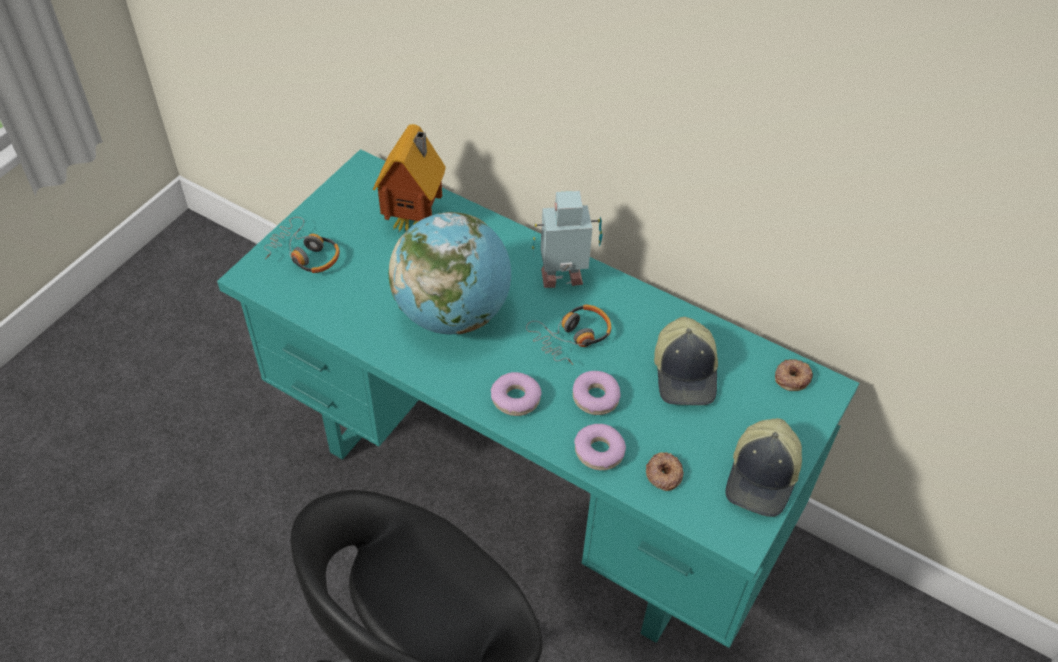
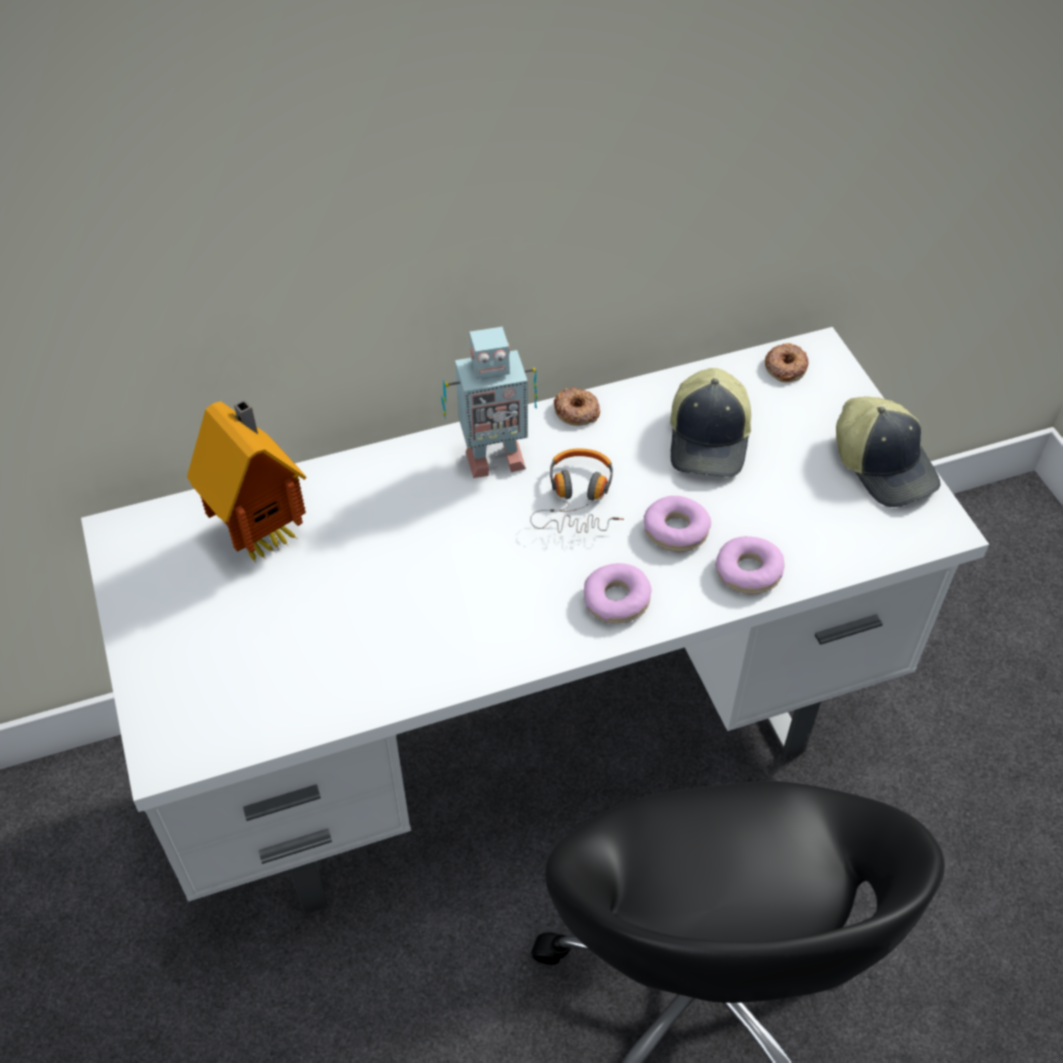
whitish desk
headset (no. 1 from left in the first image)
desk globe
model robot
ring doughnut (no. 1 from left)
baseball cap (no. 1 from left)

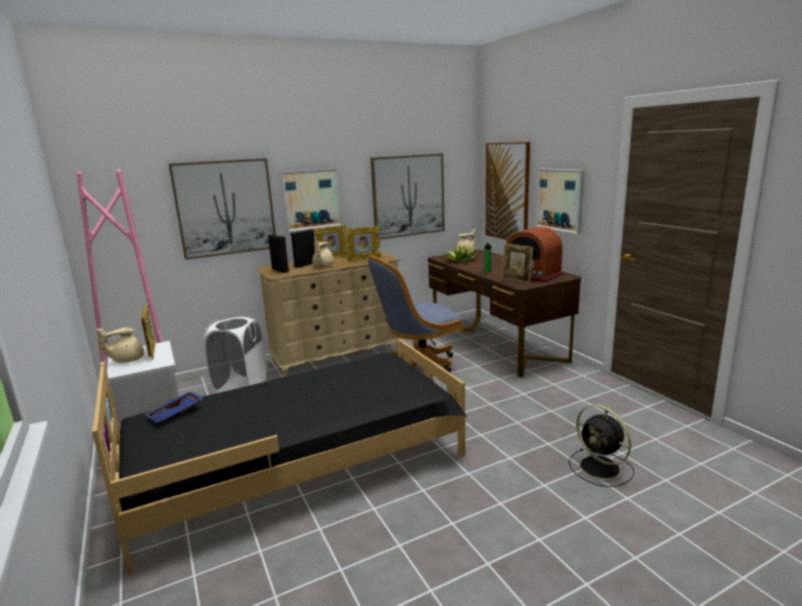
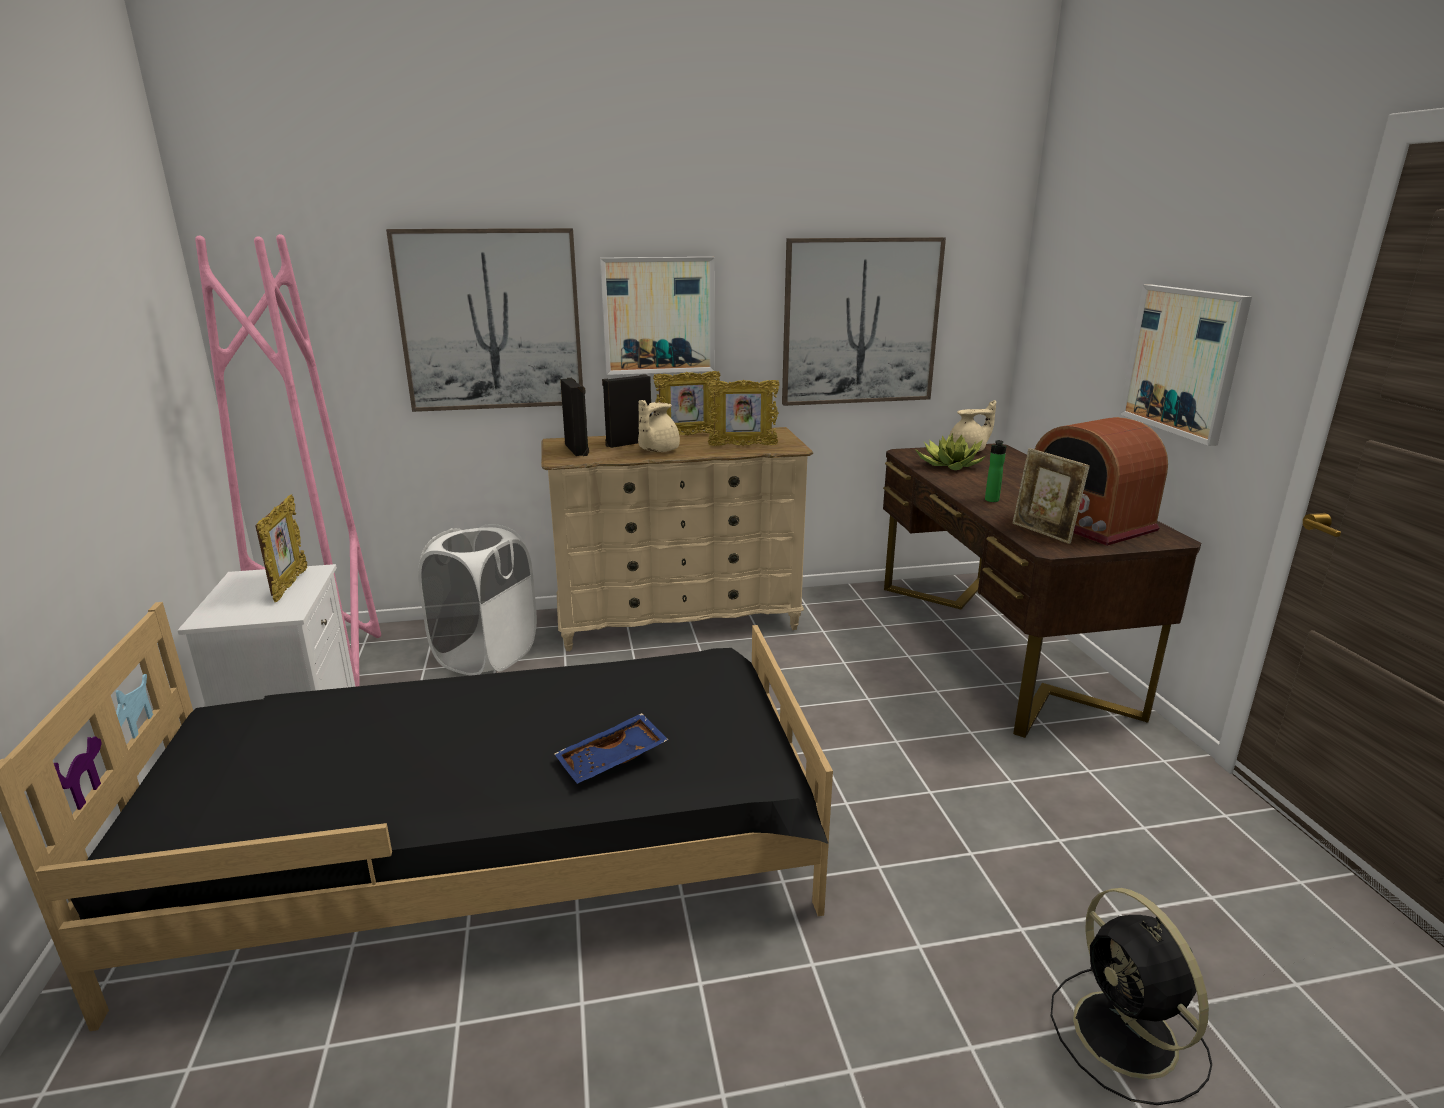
beige-coloured pot for tea (no. 1 from left in the first image)
blue-coloured serving tray
blue-coloured computer chair
picture (no. 4 from left in the first image)

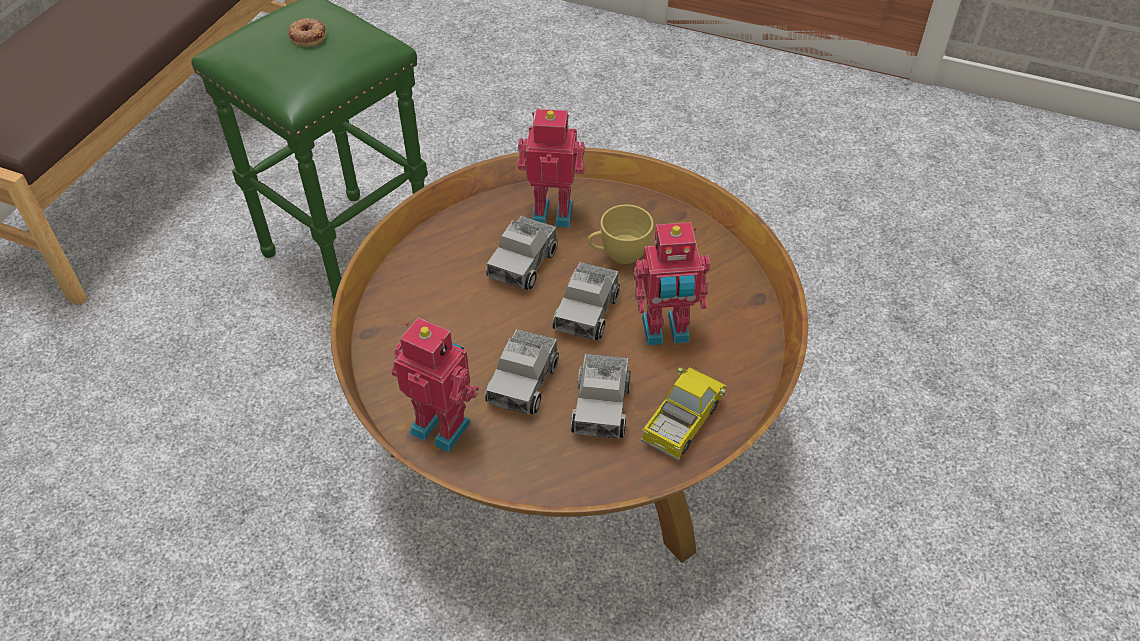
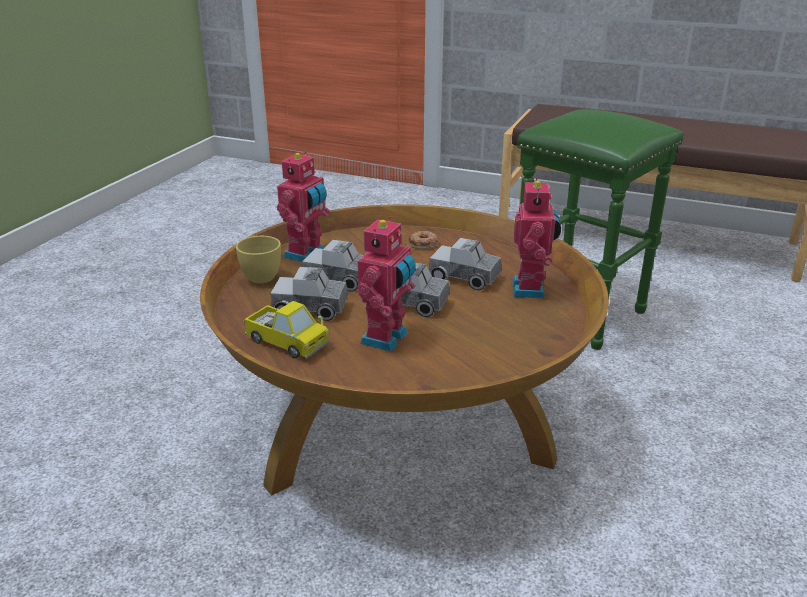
ring doughnut
yellow-coloured small cup
model robot (no. 2 from left)

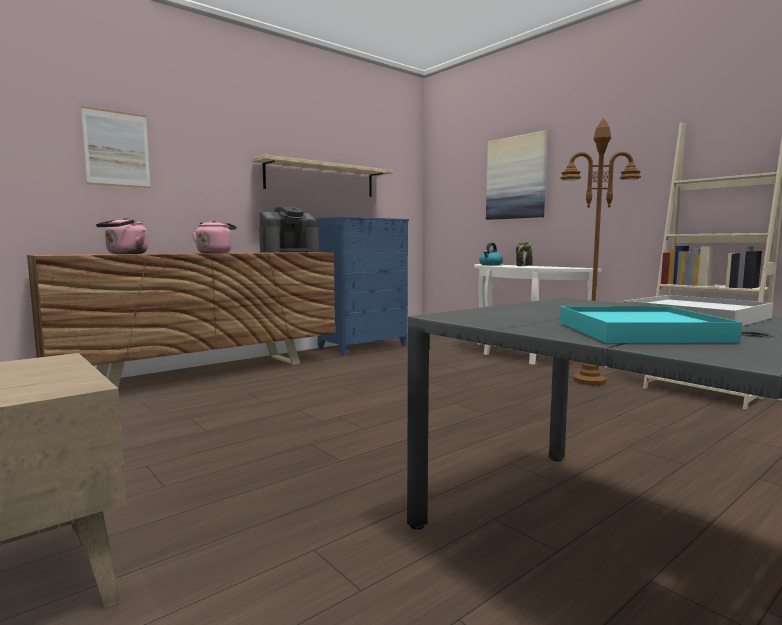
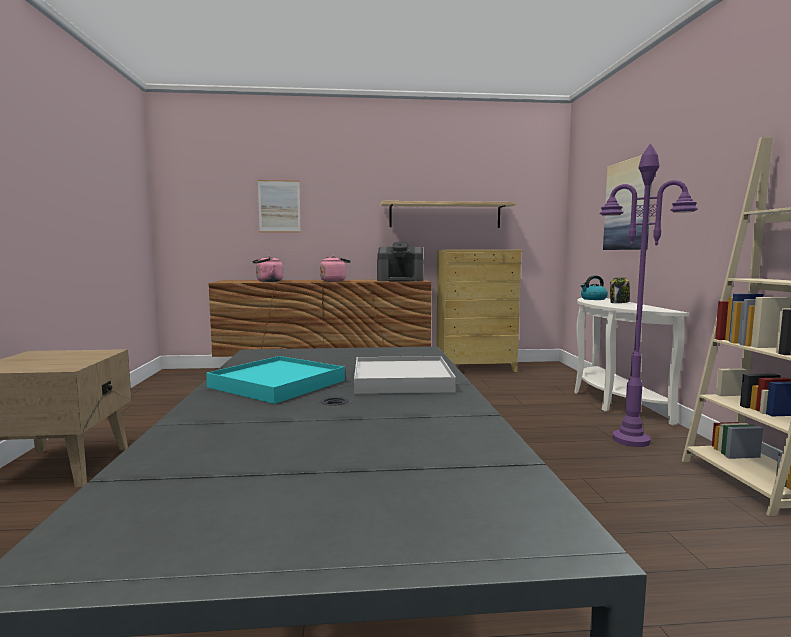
beige-coloured drawer chest
purple standard lamp

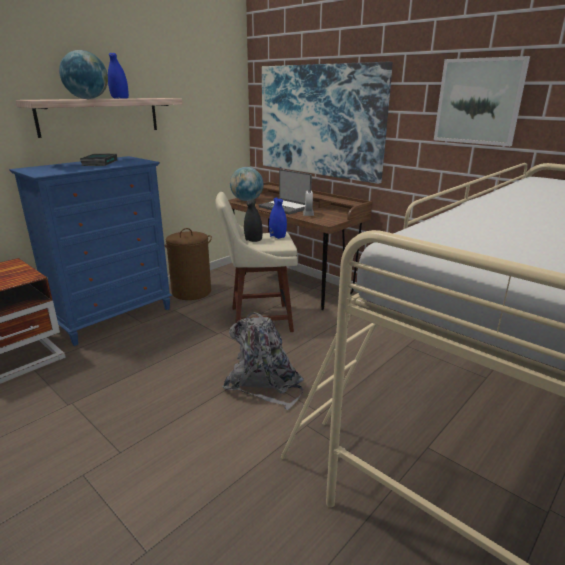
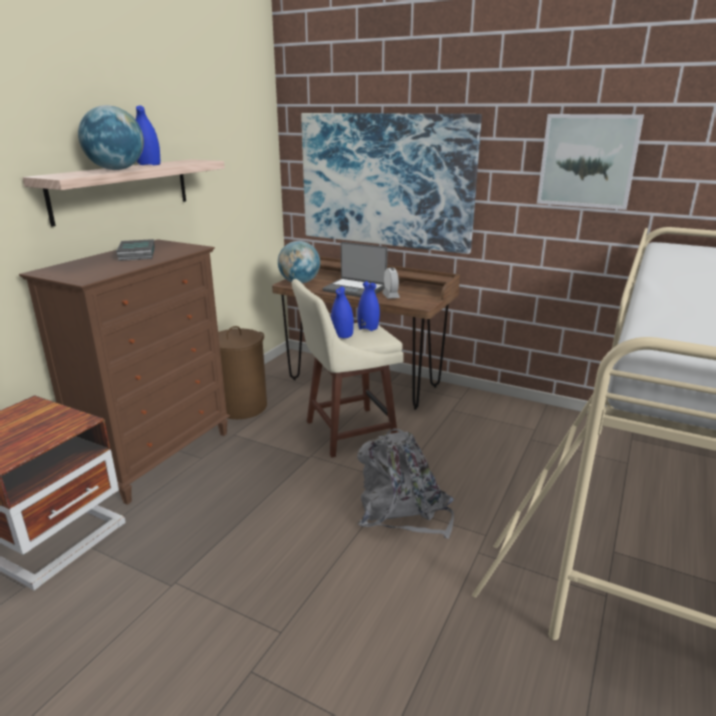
brown drawer chest
blue-coloured flower vase (no. 2 from left)

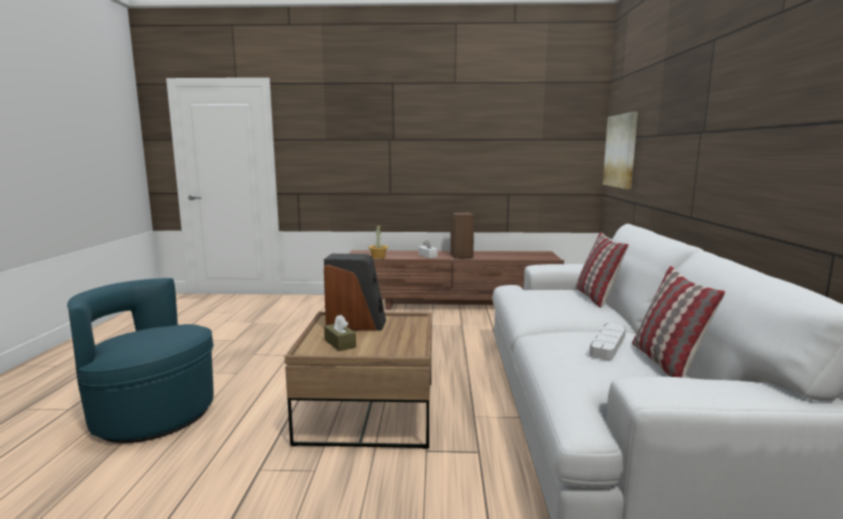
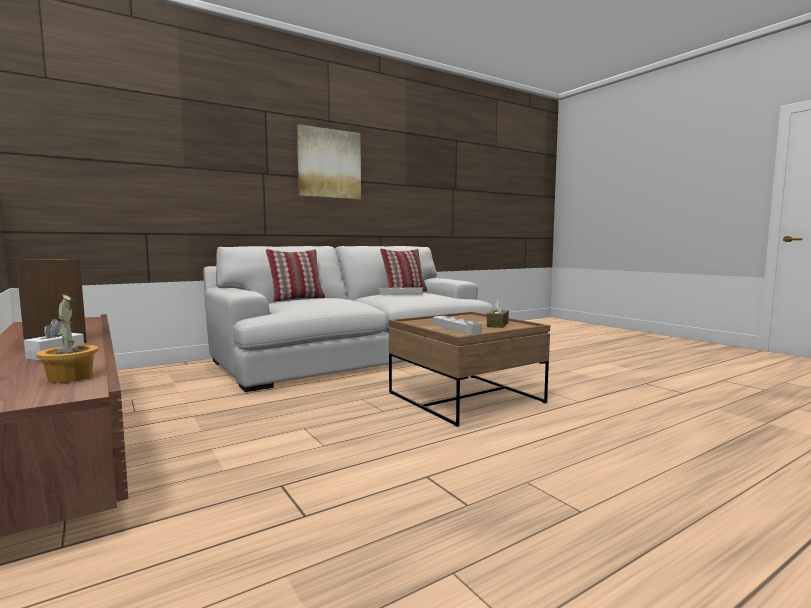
blue-green lounge chair
gray serving tray (no. 2 from left)
picture

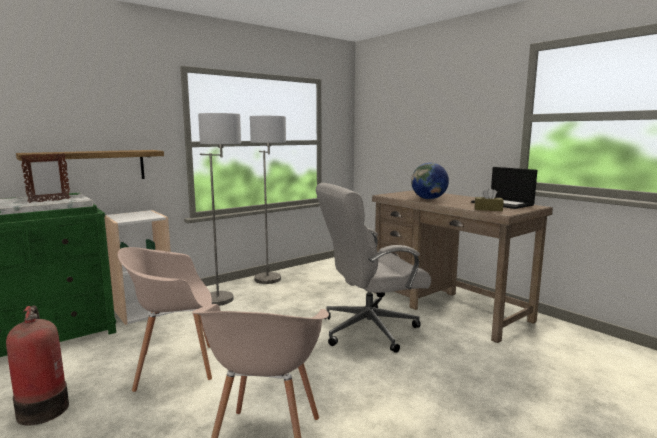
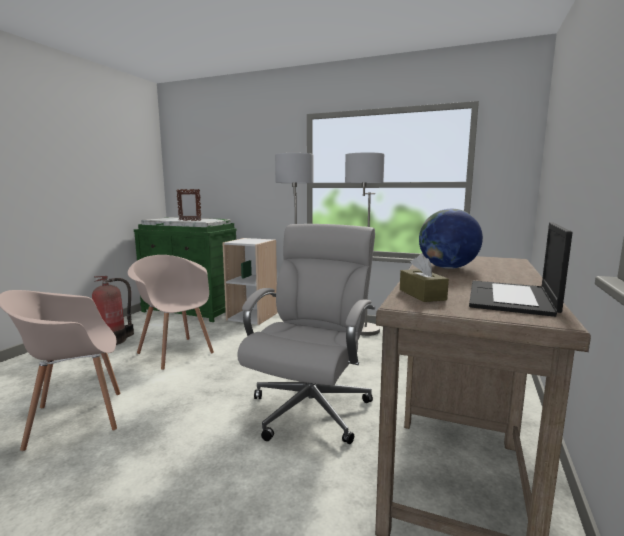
wall shelf
gray computer chair

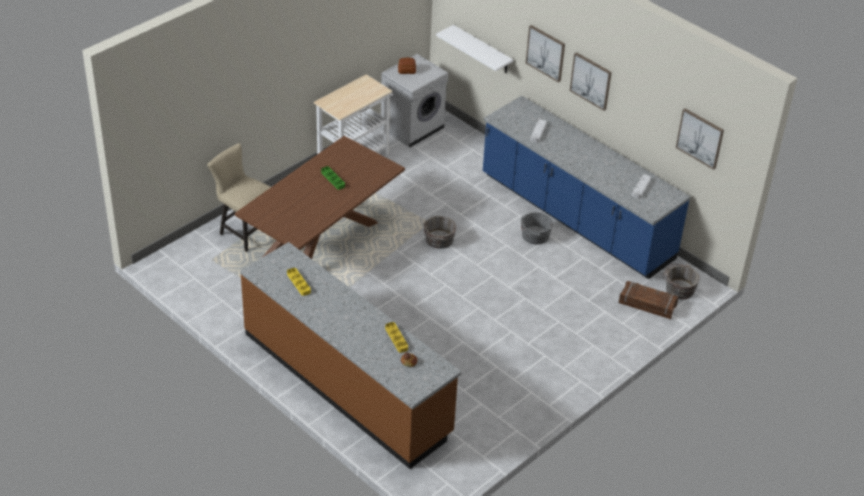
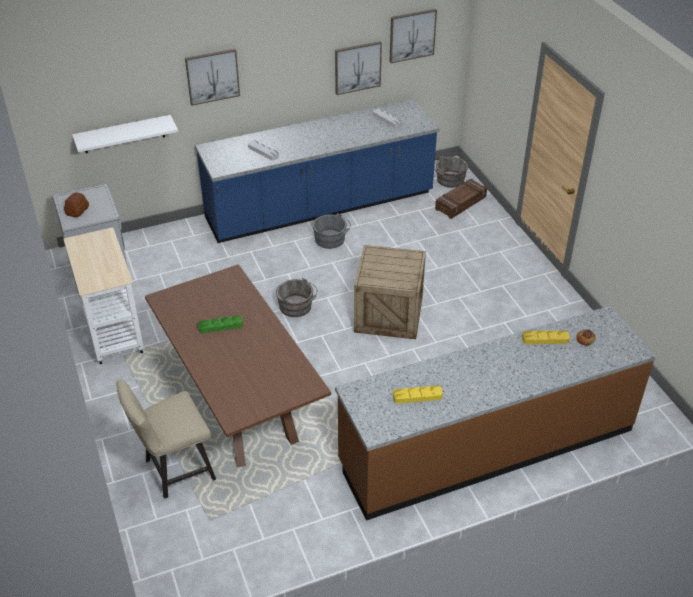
picture (no. 2 from left)
crate (no. 1 from left)

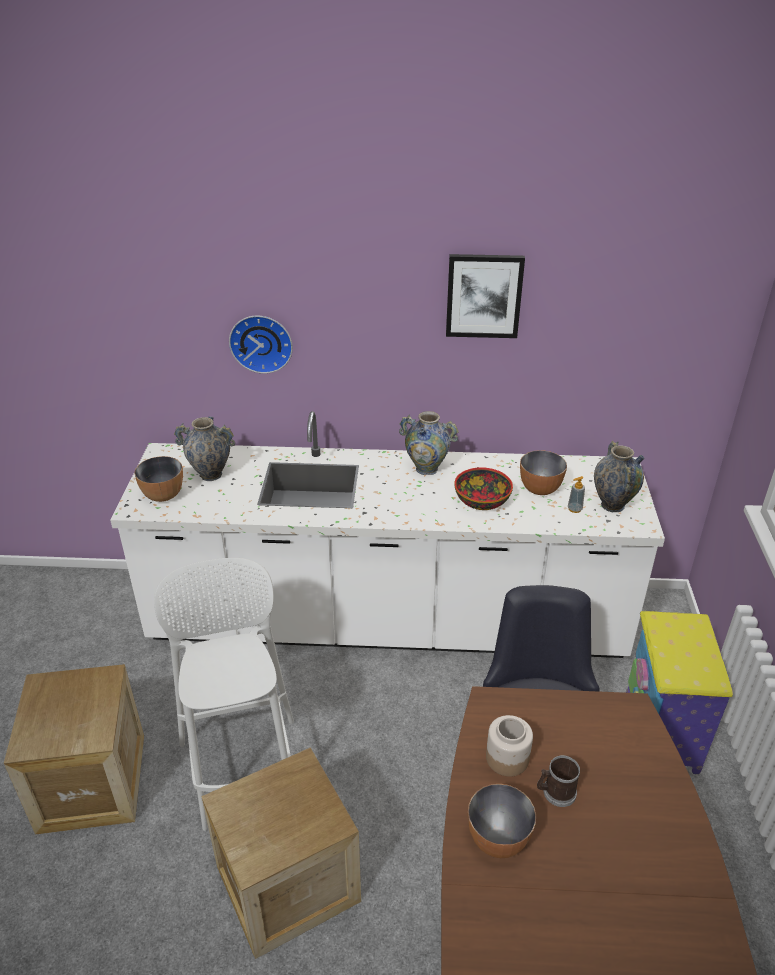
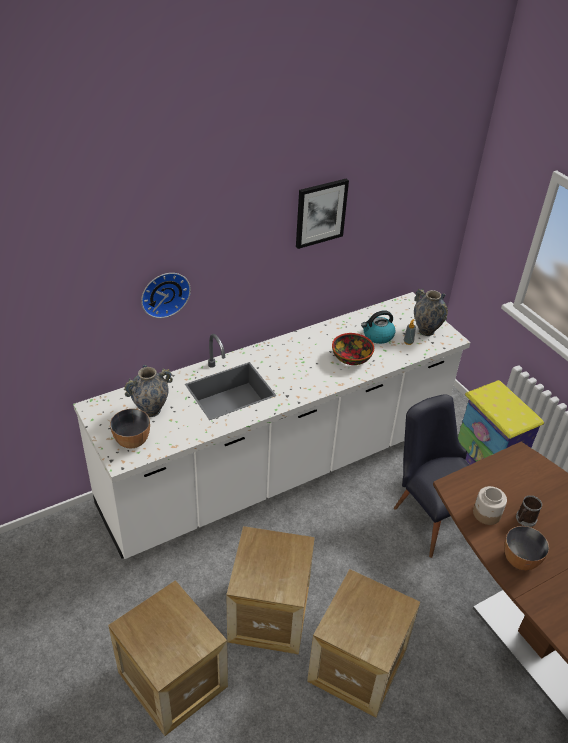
crate (no. 2 from left)
flower vase (no. 2 from left in the first image)
tea kettle

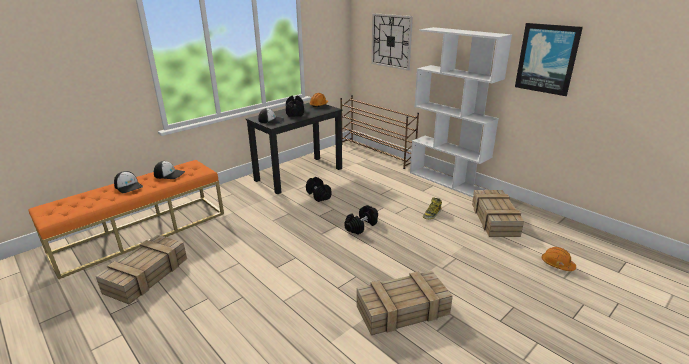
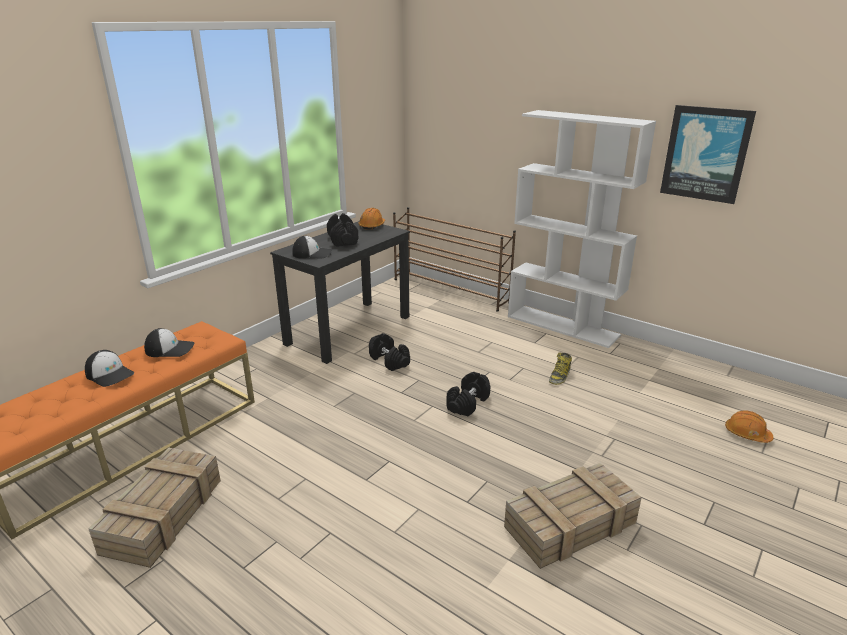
clock on the wall
crate (no. 3 from left in the first image)

